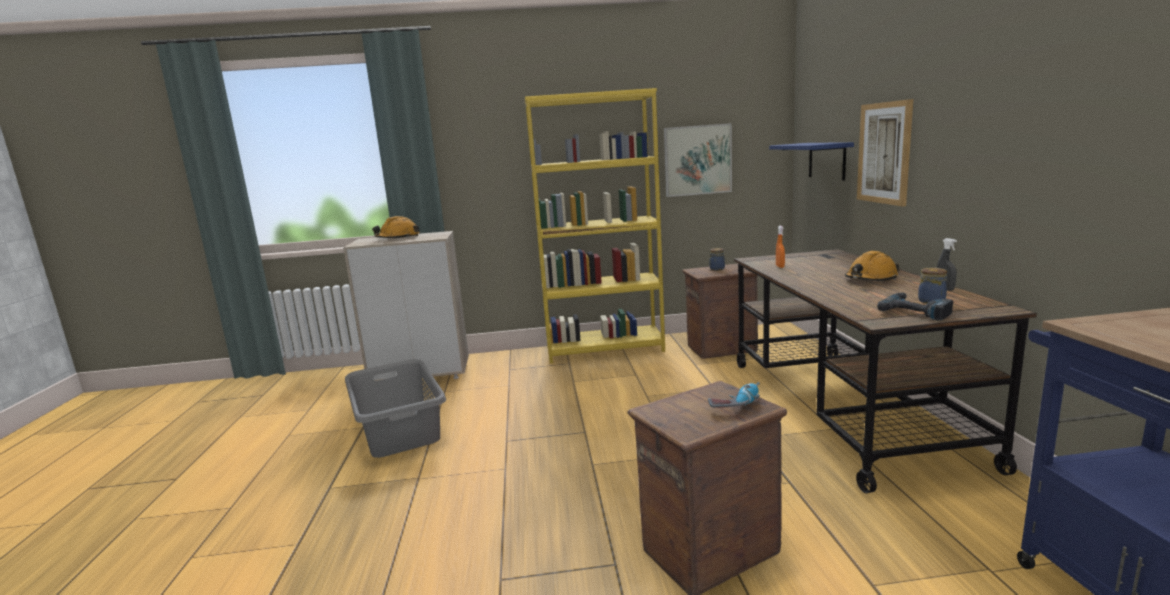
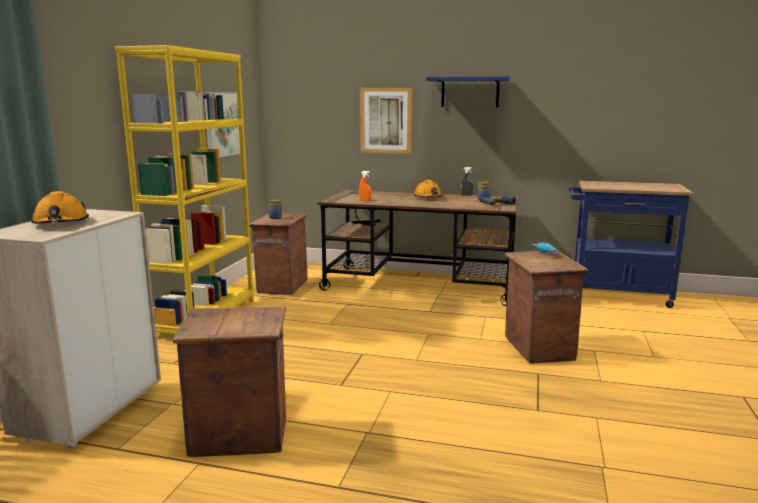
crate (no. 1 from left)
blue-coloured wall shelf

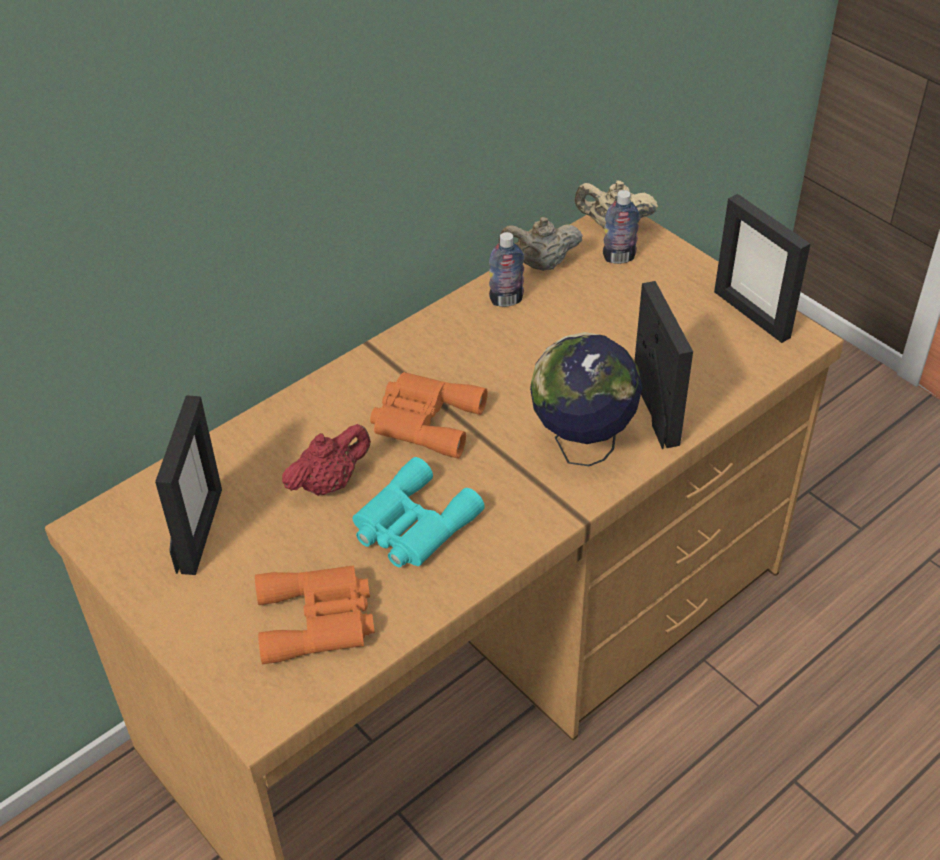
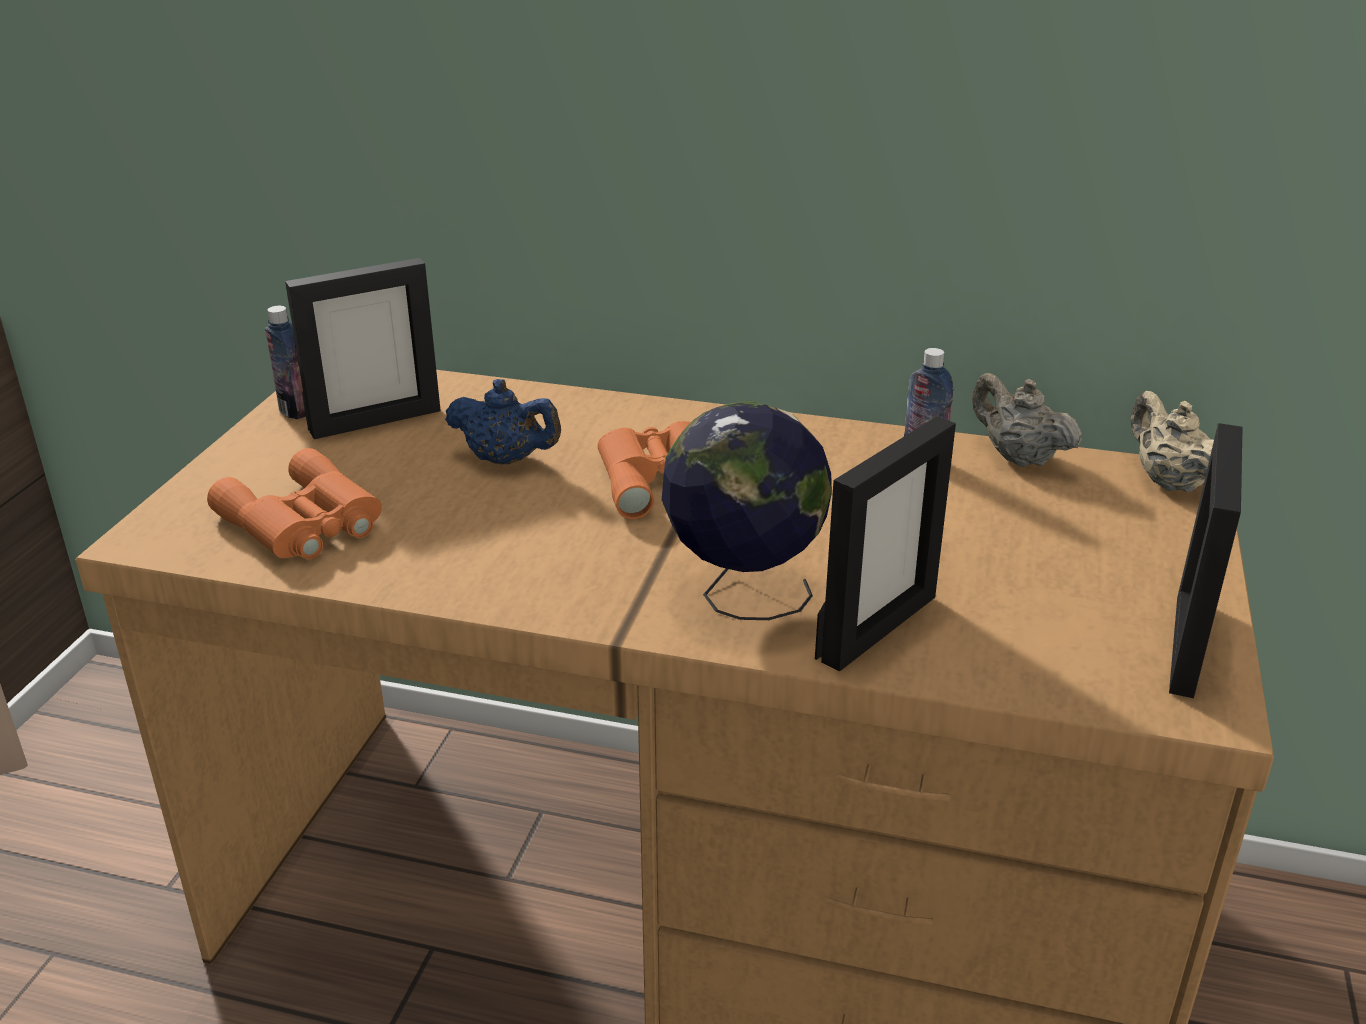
blue-coloured pot for tea
blue-green pair of binoculars
drink bottle (no. 1 from left)

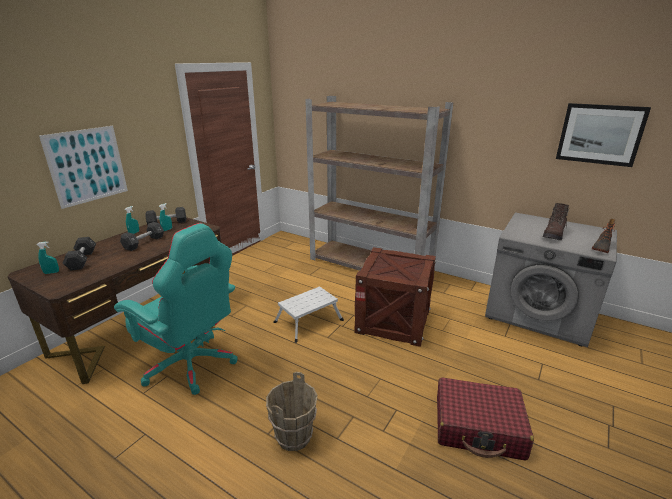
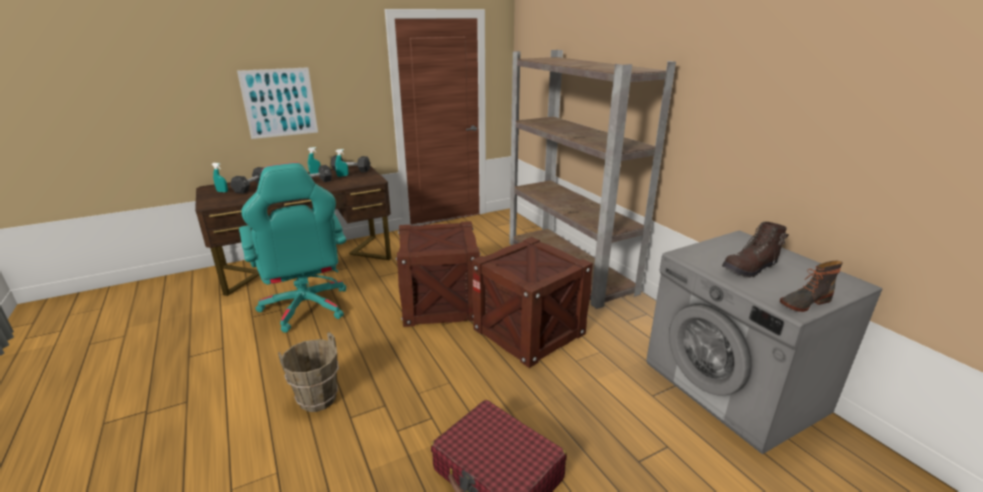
crate (no. 1 from left)
picture (no. 2 from left in the first image)

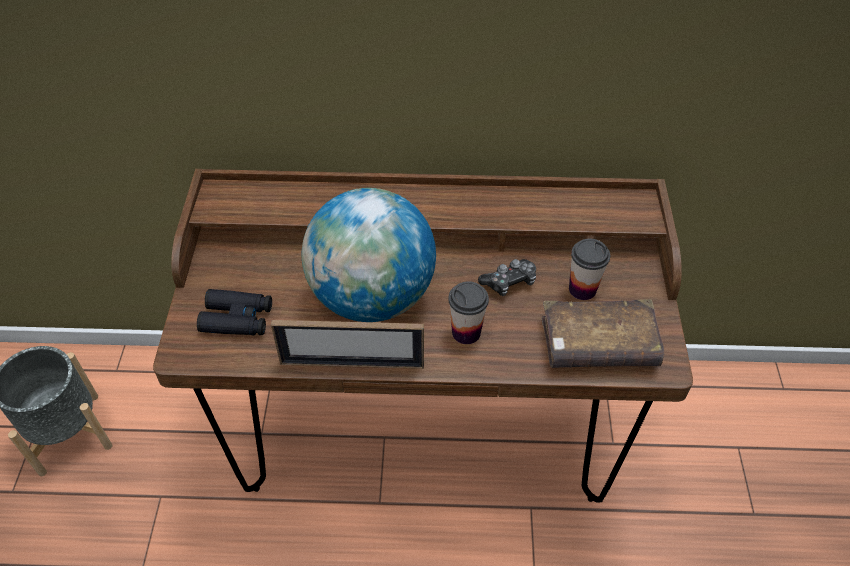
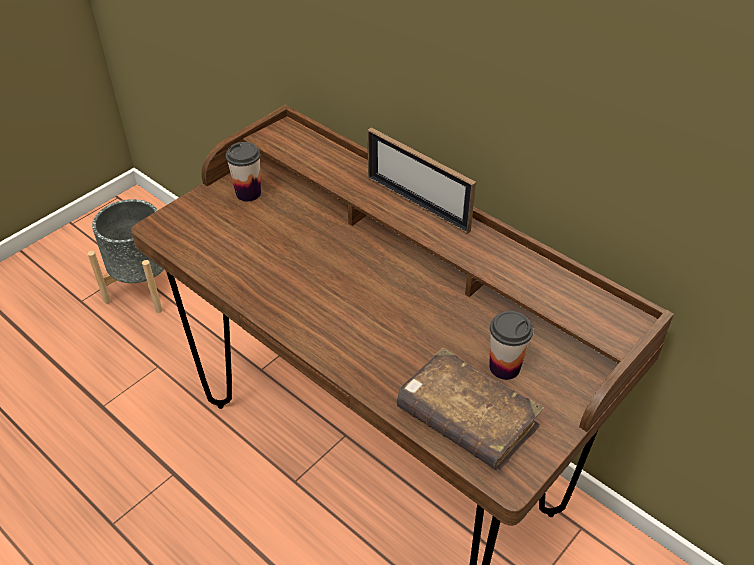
black-coloured pair of binoculars
standing frame
desk globe
small cup (no. 1 from left)
game controller

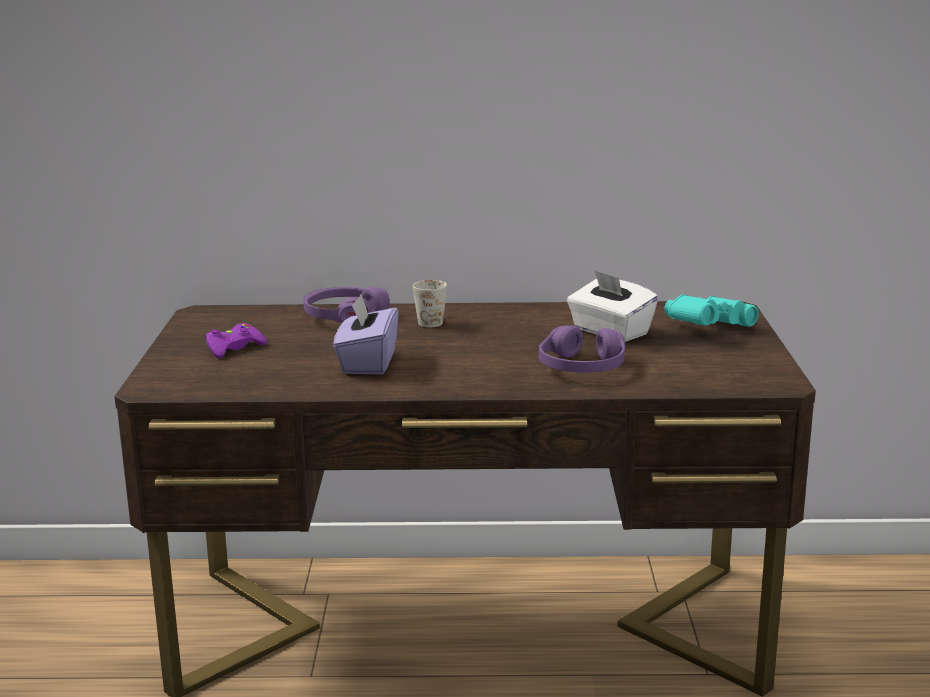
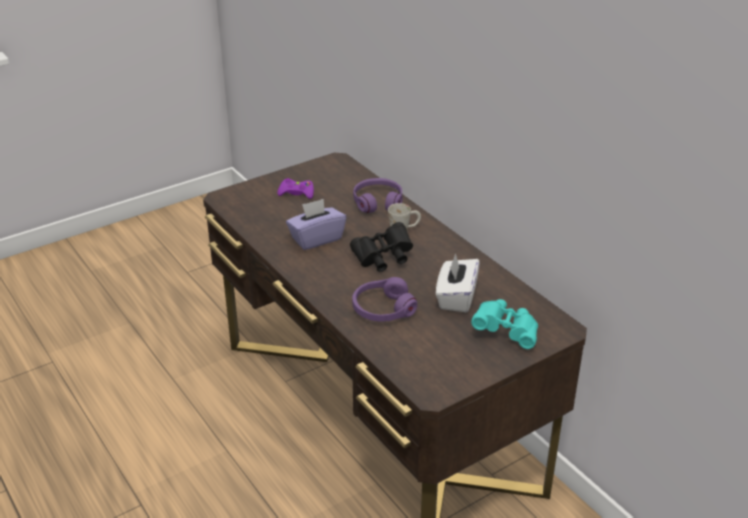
black-coloured pair of binoculars

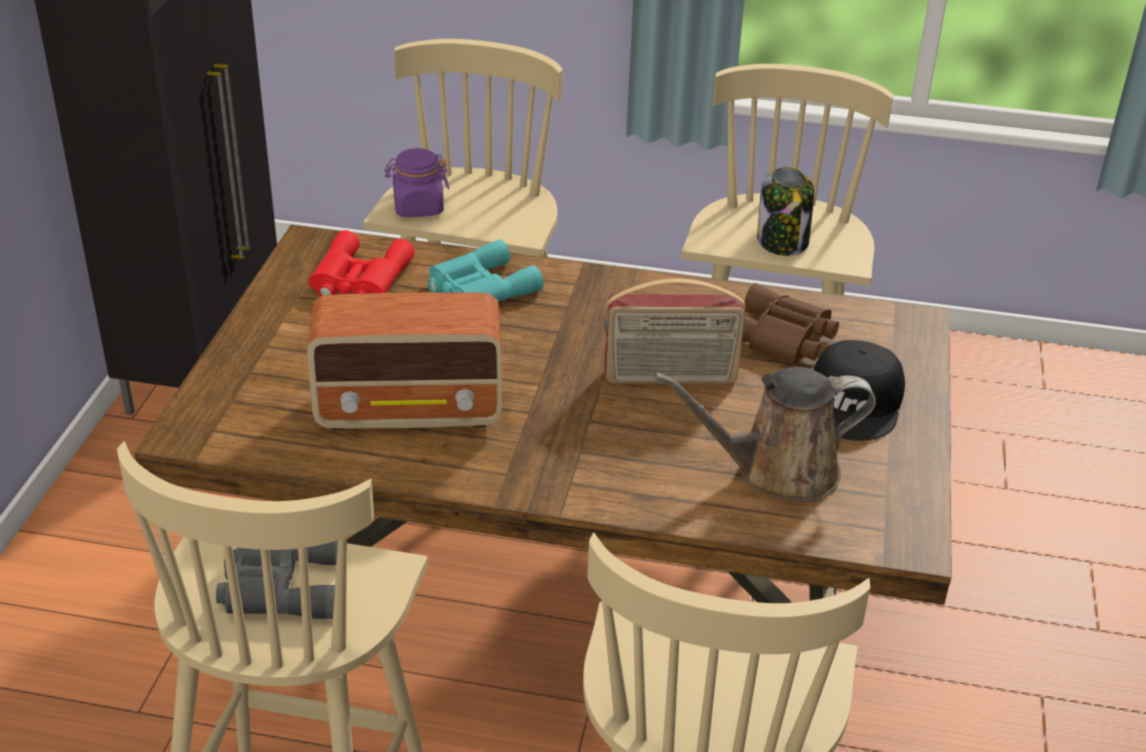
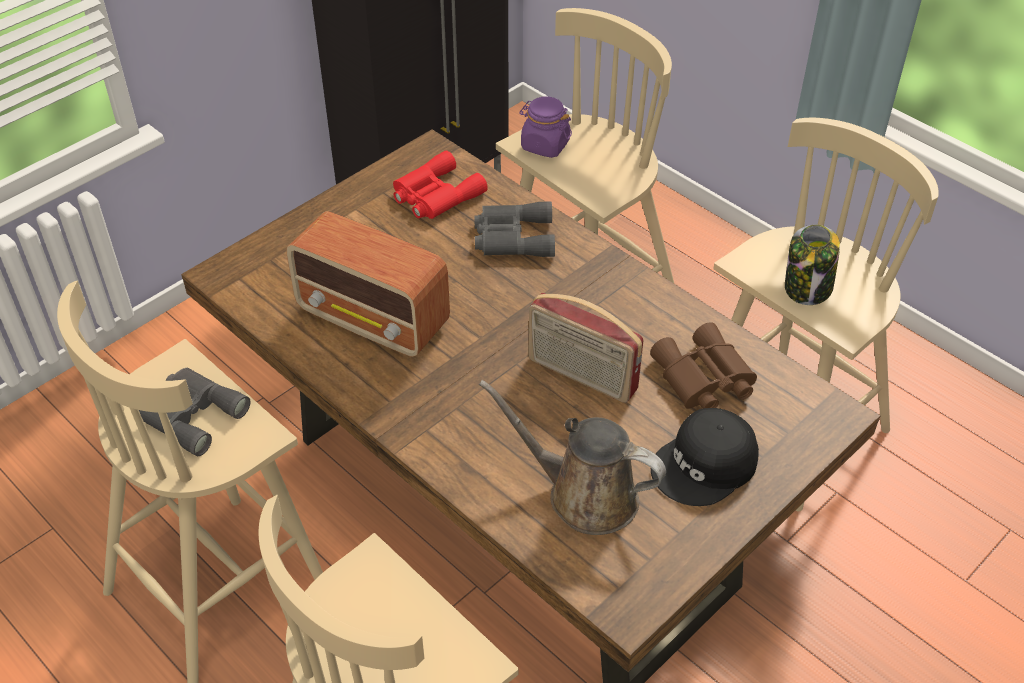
gray pair of binoculars (no. 2 from left)

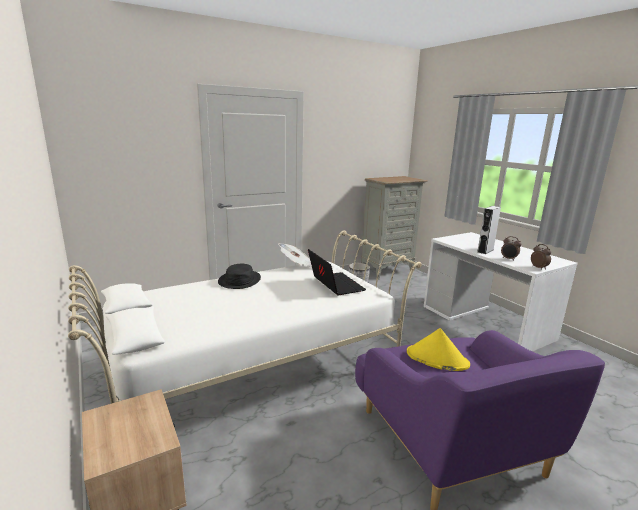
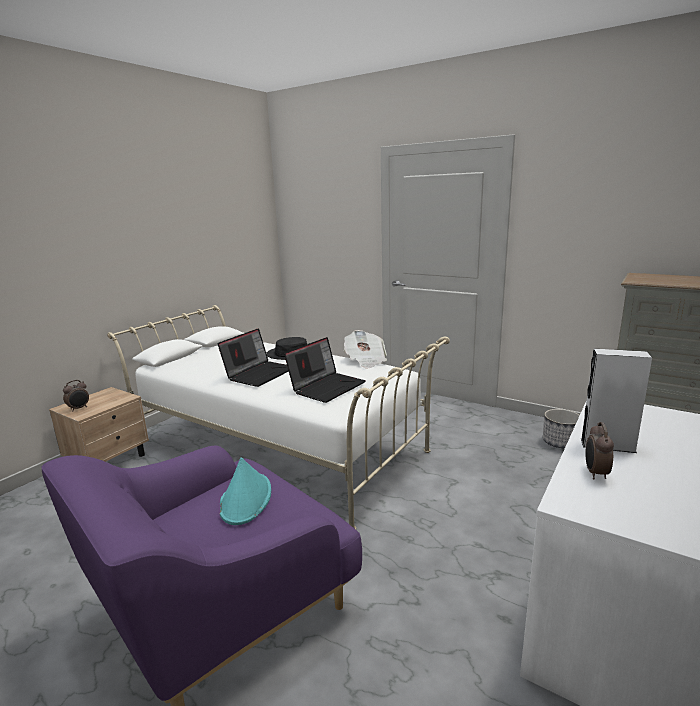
blue-green clothing hat
alarm clock (no. 1 from left)
notebook computer (no. 1 from left)

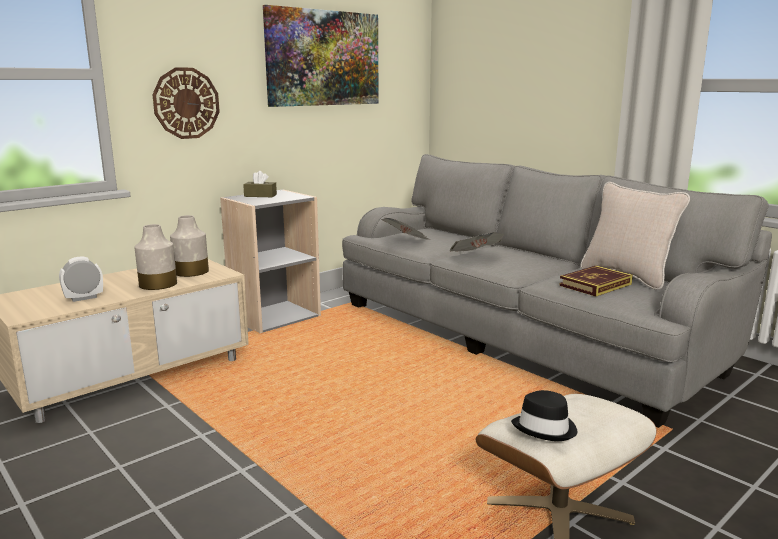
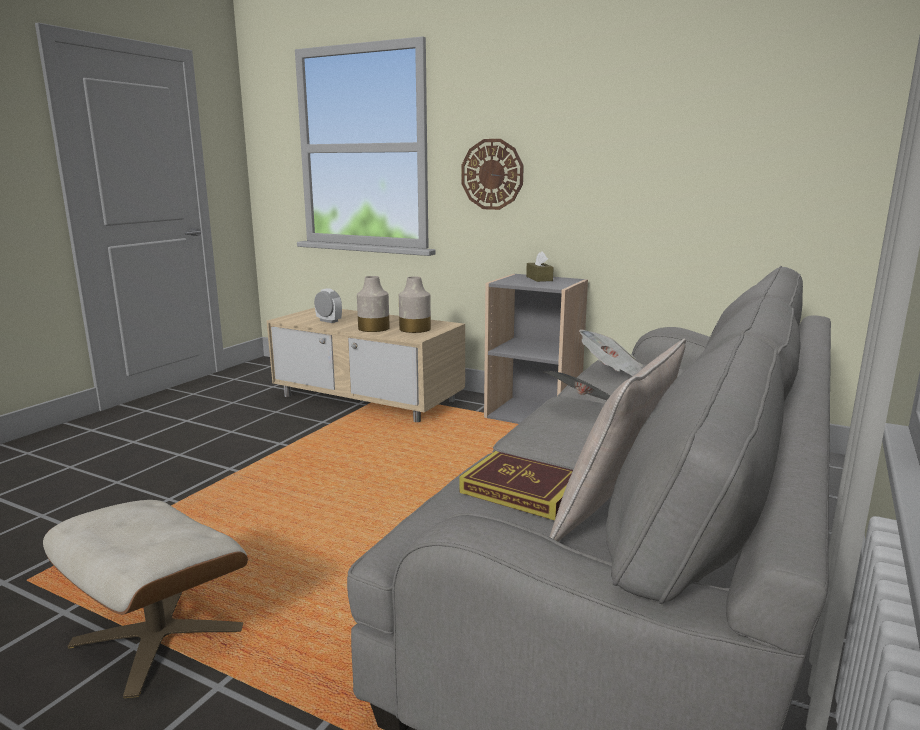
picture
black-coloured clothing hat

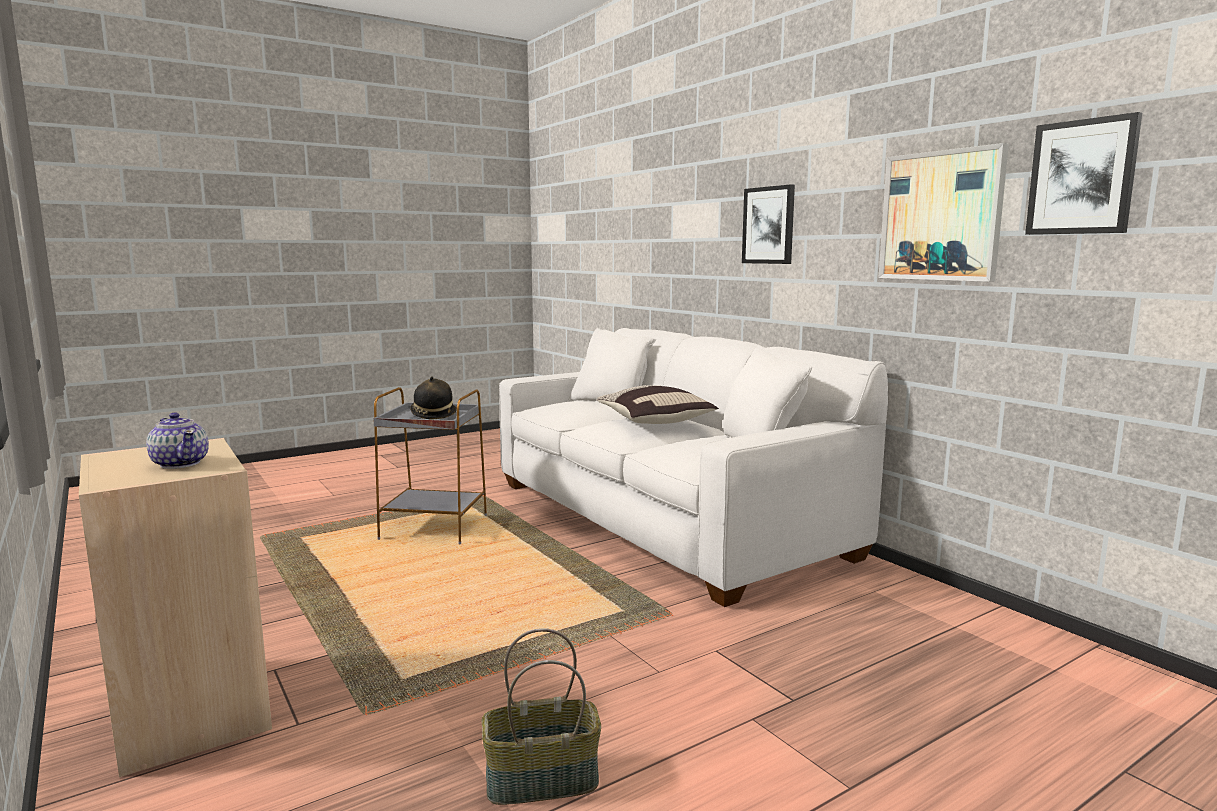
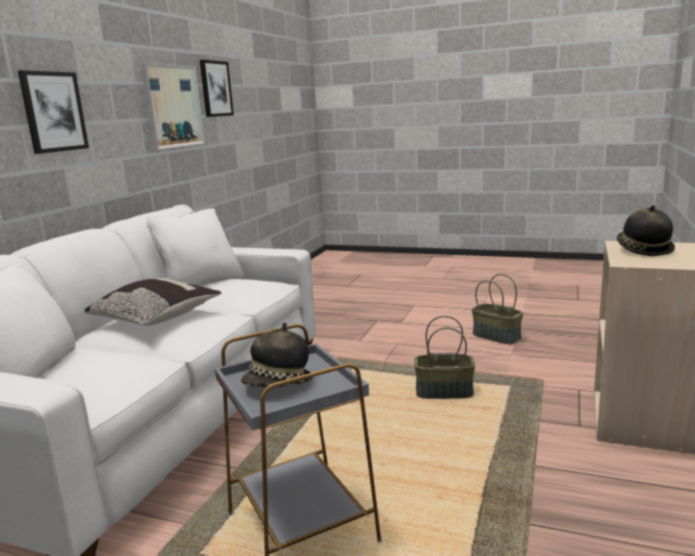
clothing hat (no. 2 from left)
household basket (no. 1 from left)

